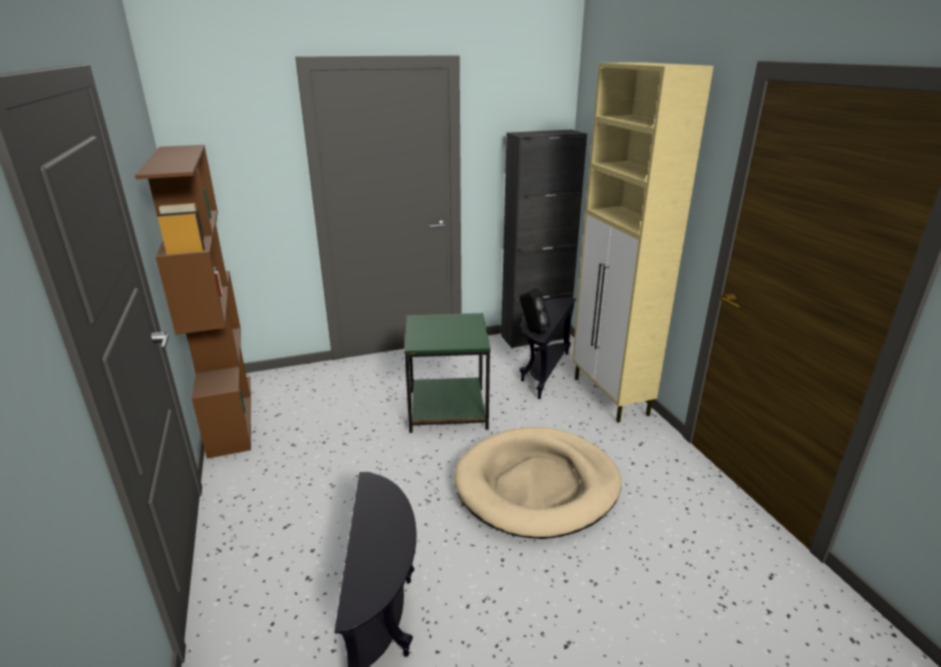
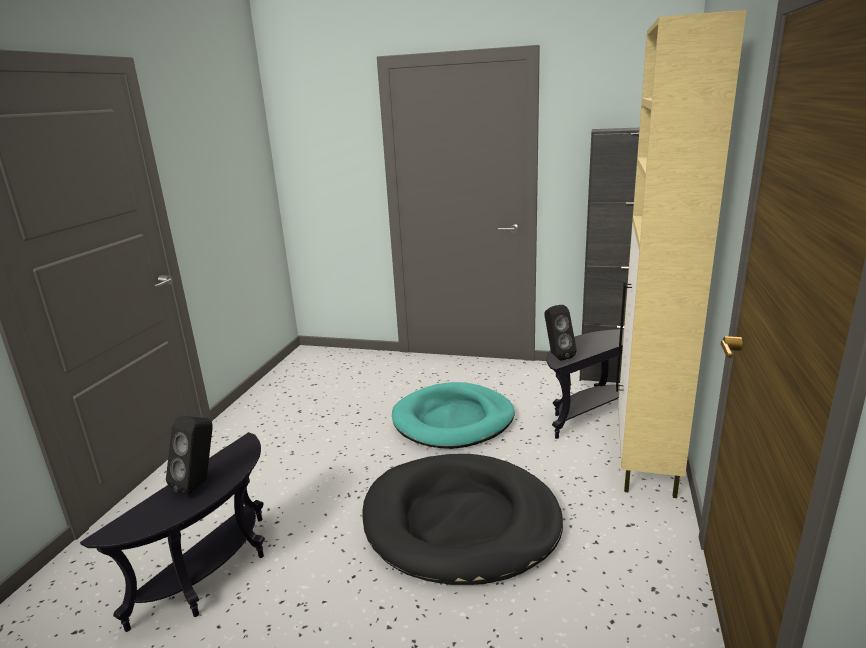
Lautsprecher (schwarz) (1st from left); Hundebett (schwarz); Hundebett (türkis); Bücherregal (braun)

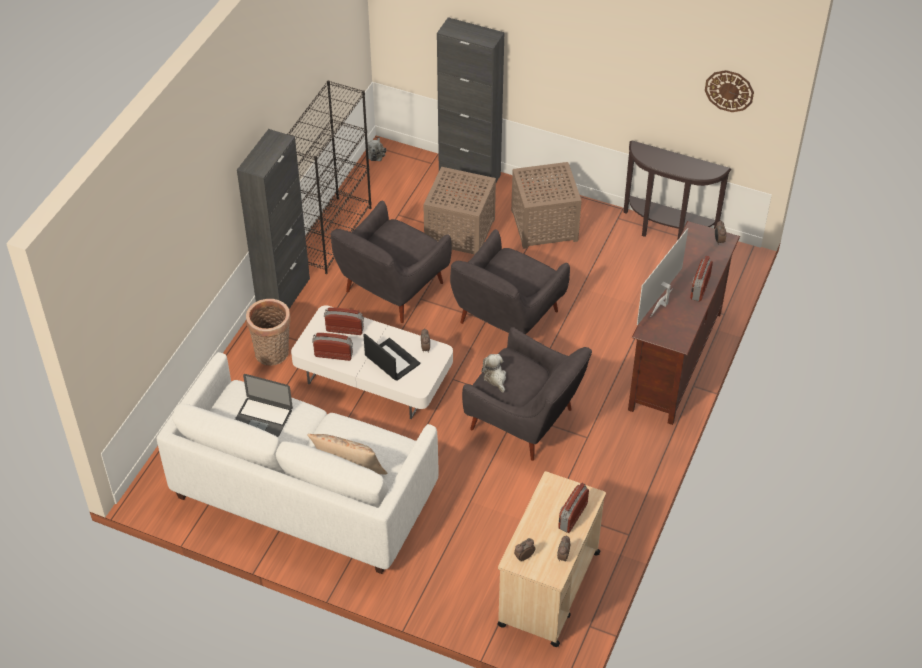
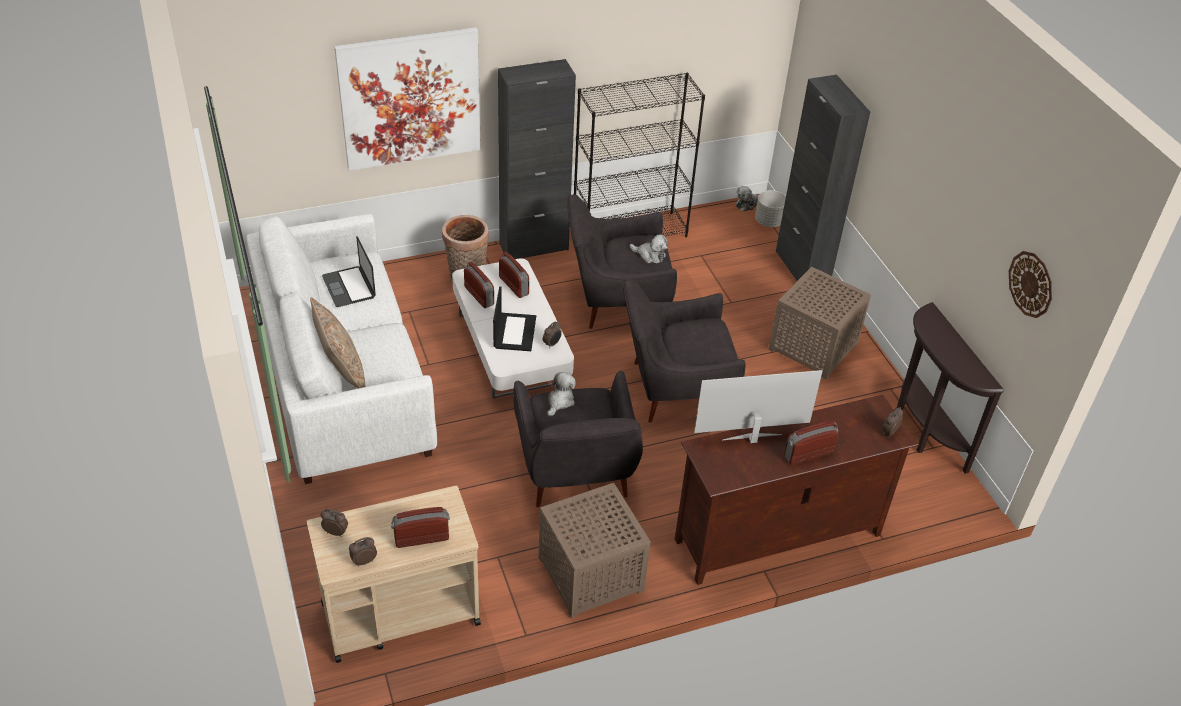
Bild; Beistelltisch (braun) (1st from left); Plüschtier (2nd from left); Pflanzkübel (grau)

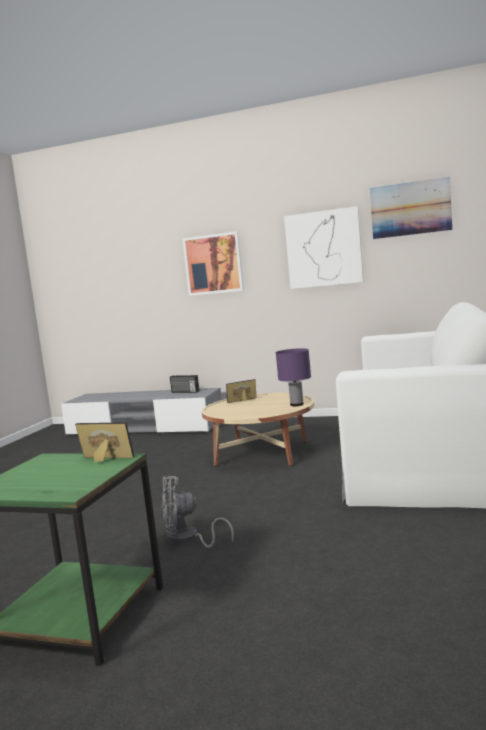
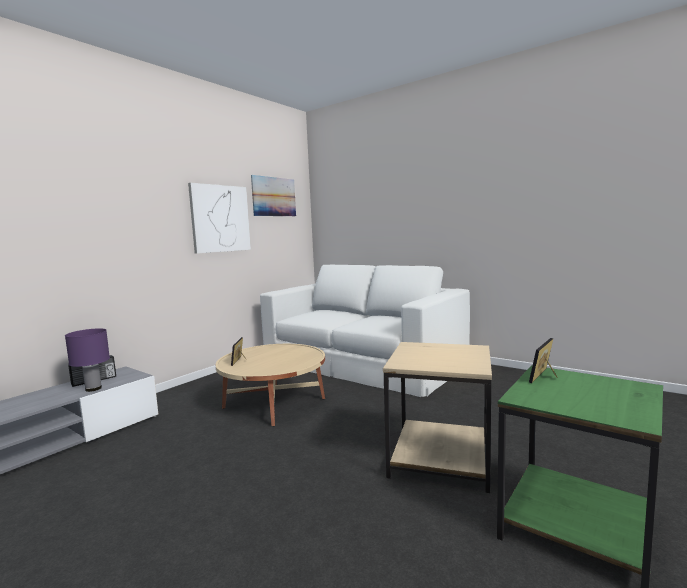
Tischlampe (lila); Beistelltisch (beige); Bild (1st from left in the first image)

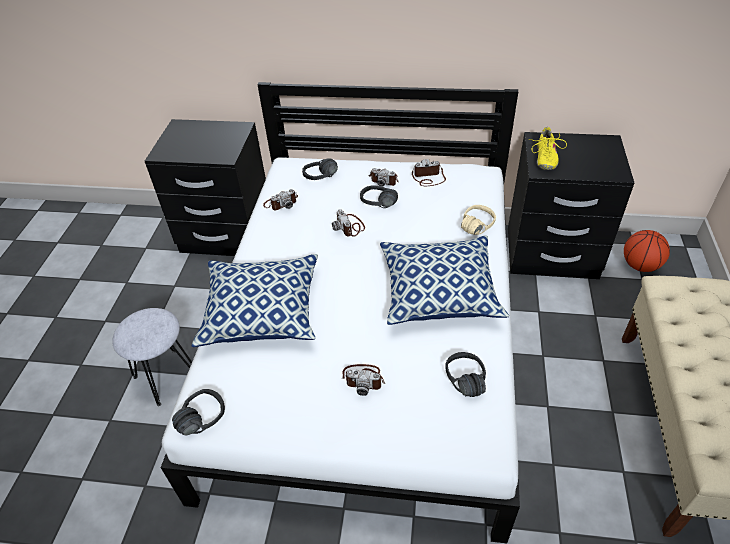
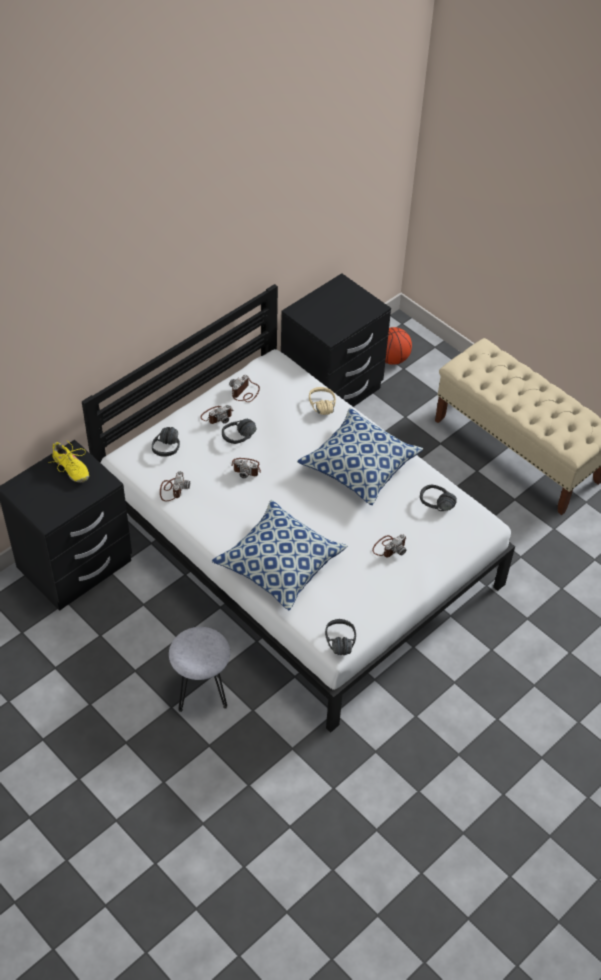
Schuh (gelb)

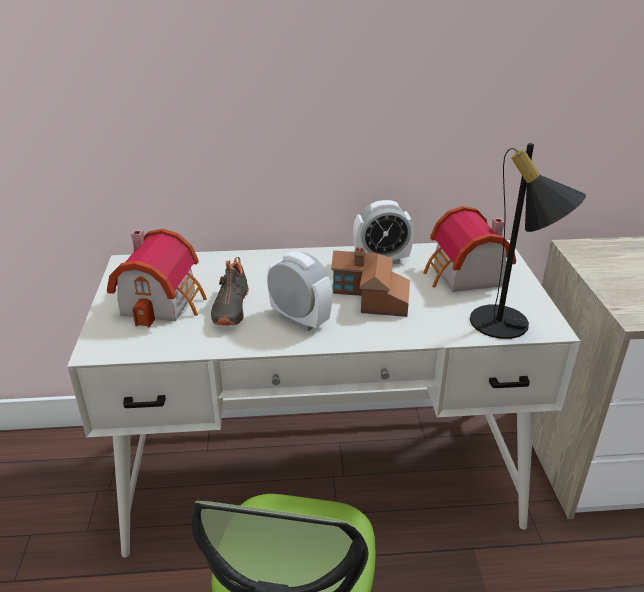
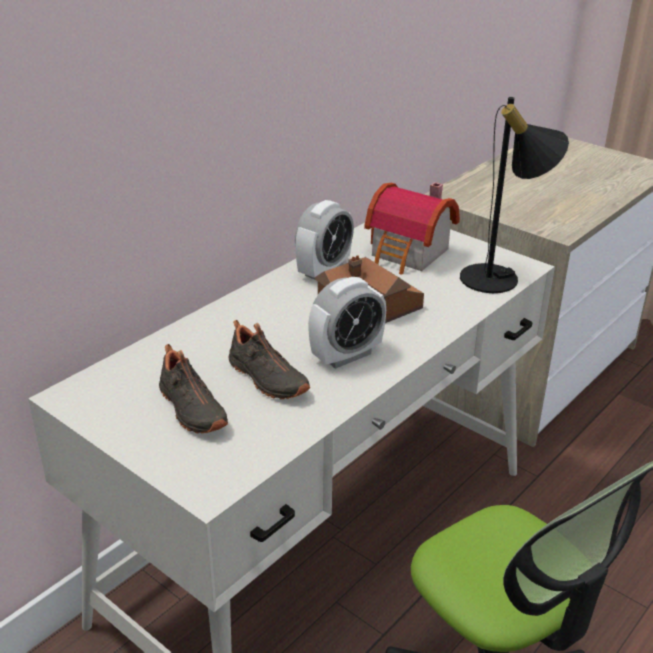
Schuh (schwarz) (1st from left); Wecker (2nd from left)

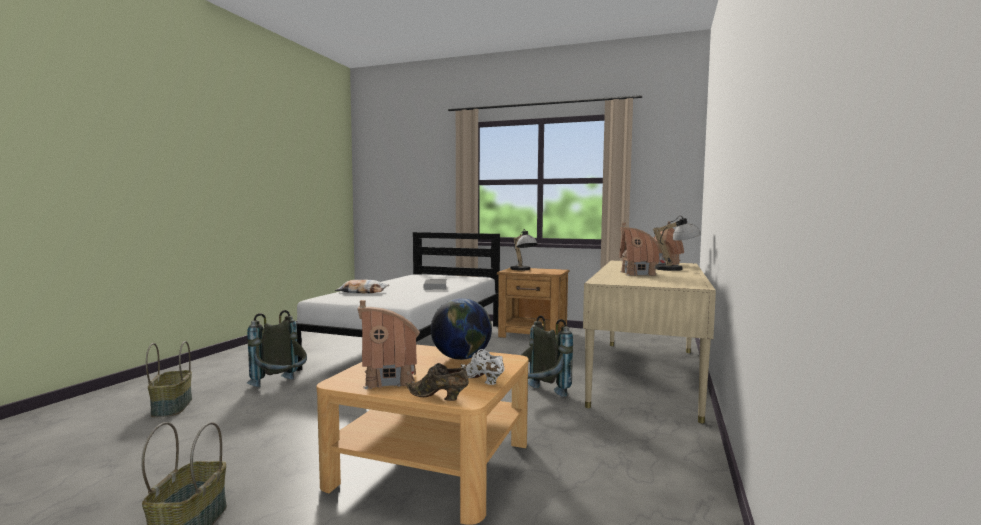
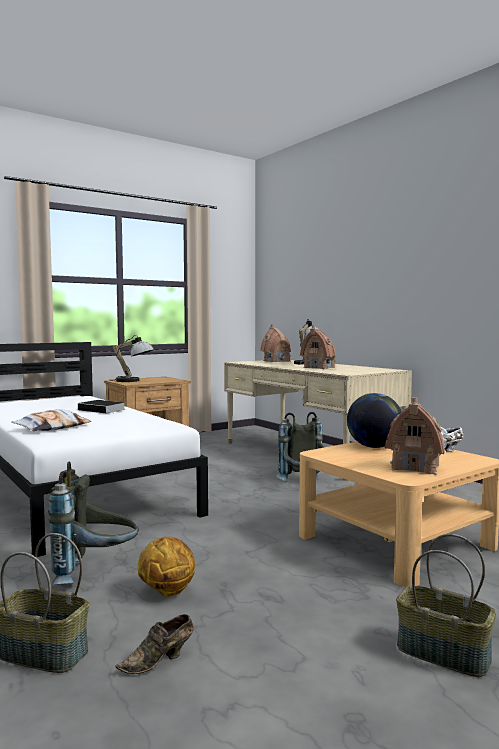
Schuh (braun); Basketball

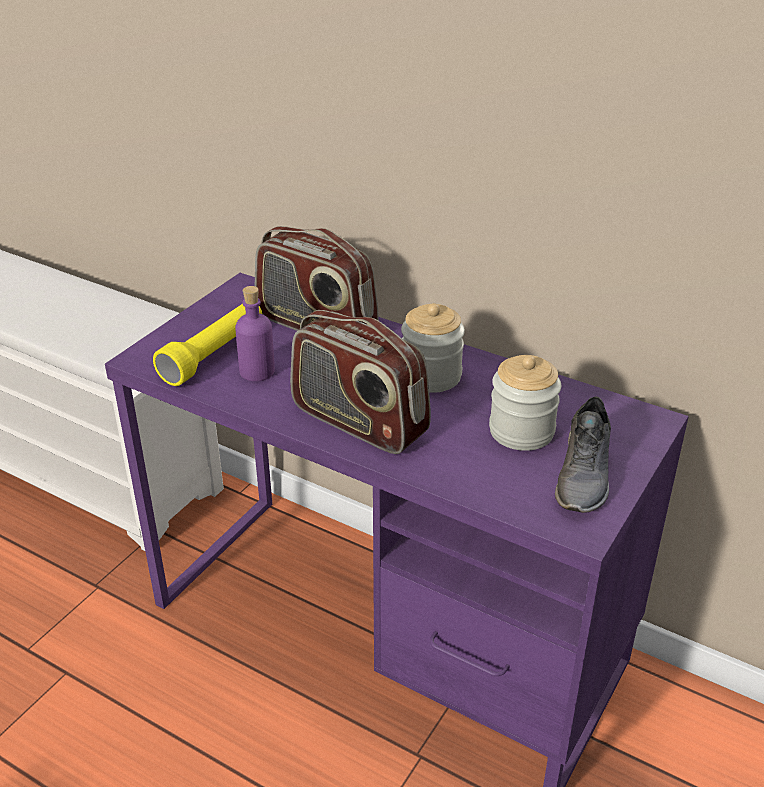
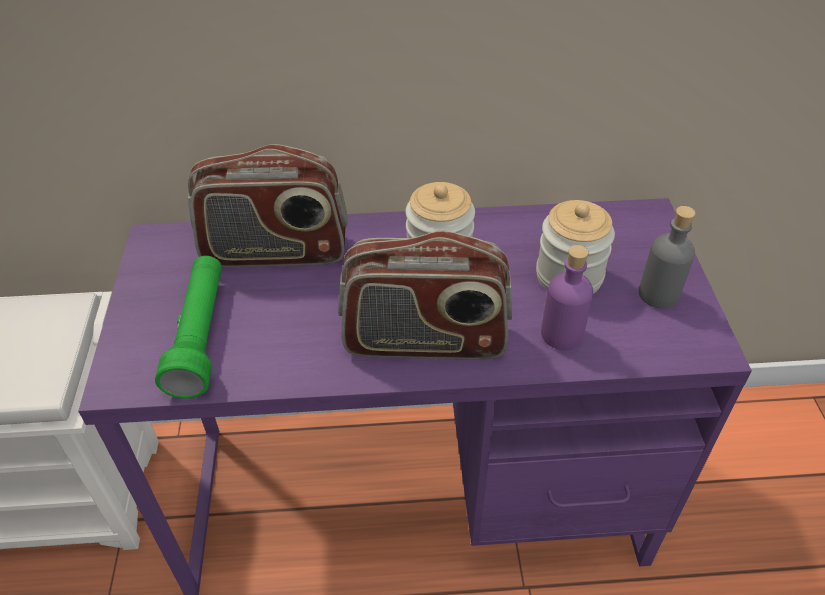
Taschenlampe (grün); Flasche (lila); Flasche (grau)

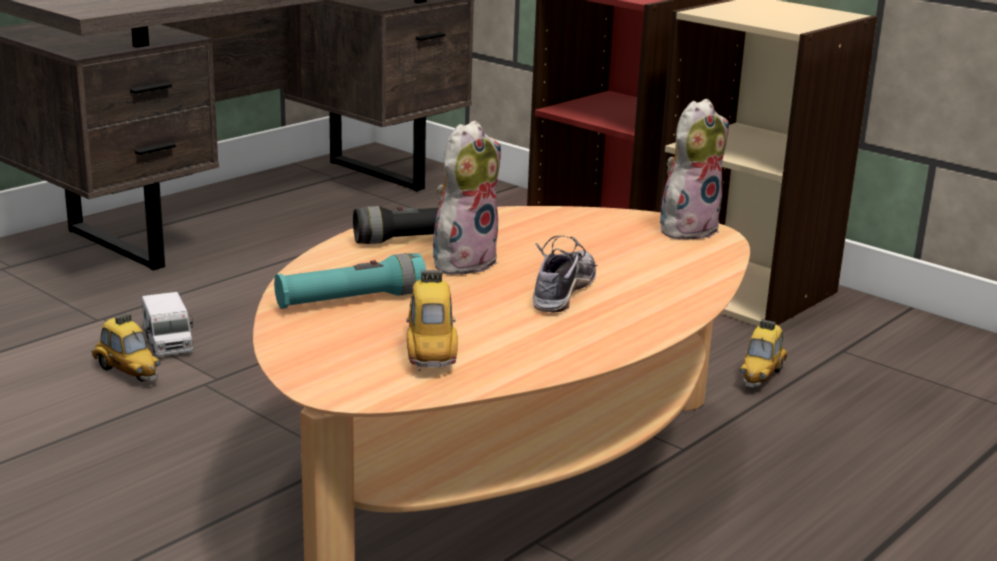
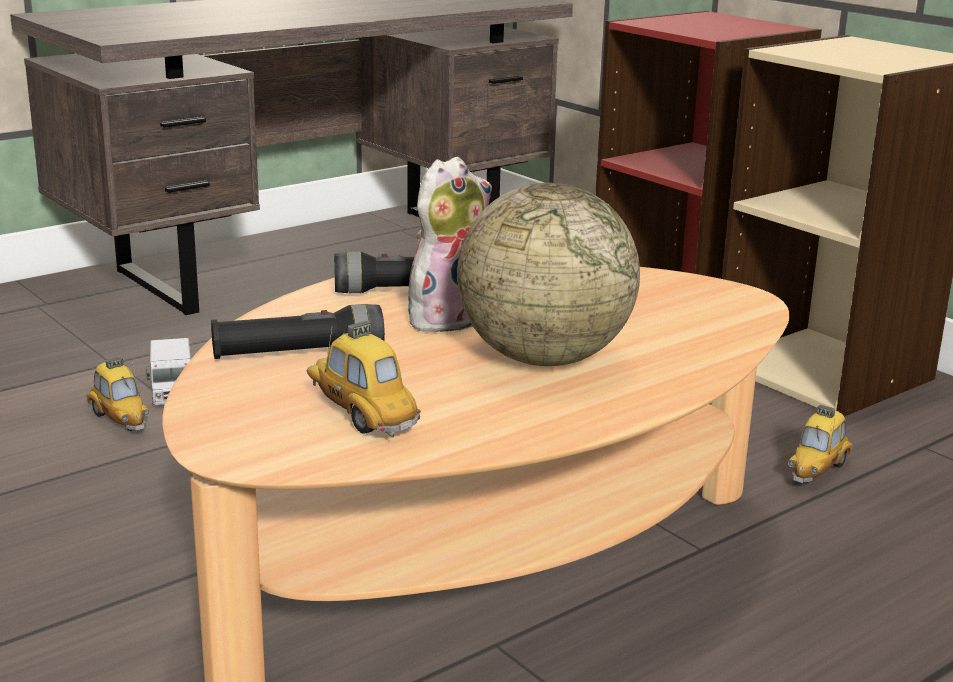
Taschenlampe (schwarz) (1st from left); Spielzeugauto (2nd from left); Globus; Plüschtier (2nd from left in the first image)

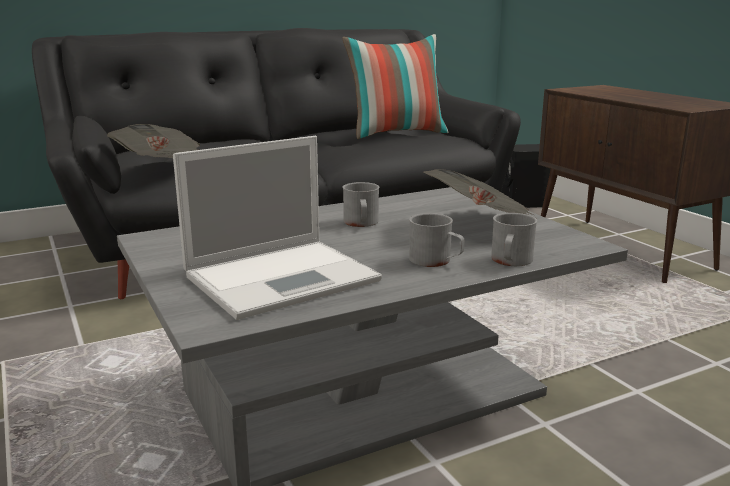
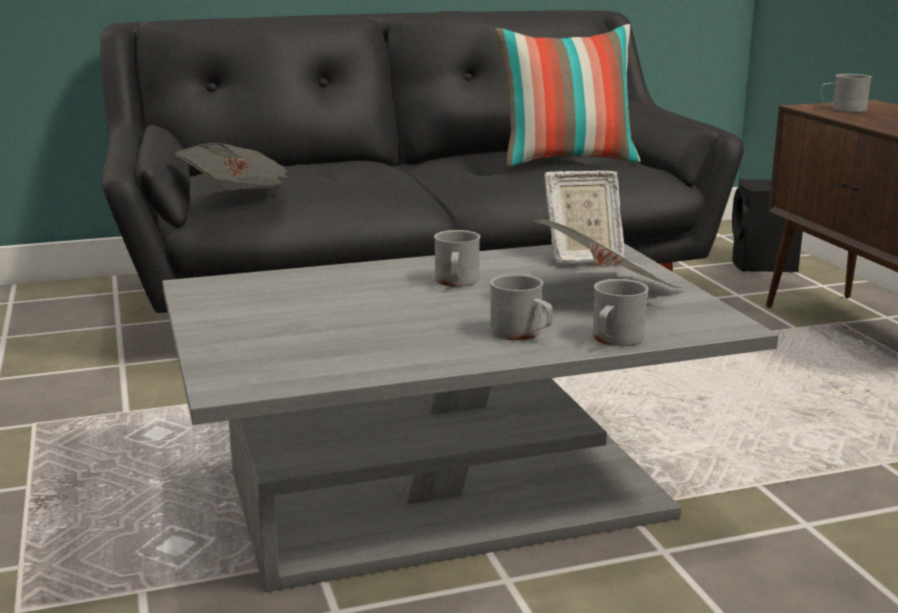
Bilderrahmen; Henkelbecher (grau) (4th from left); Laptop

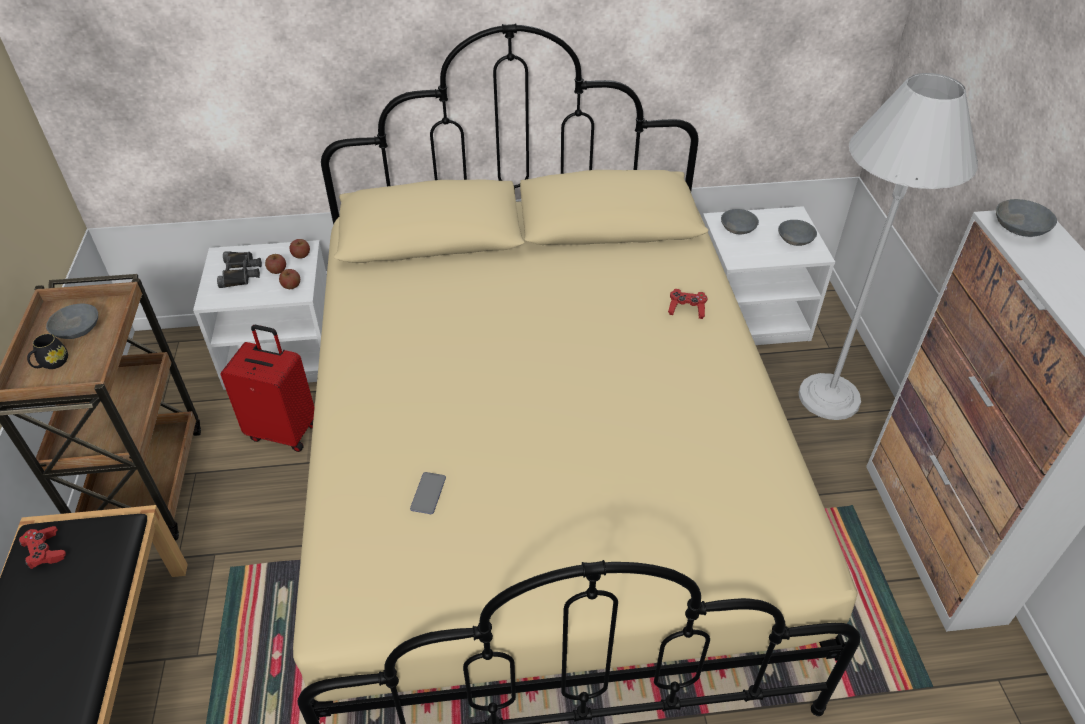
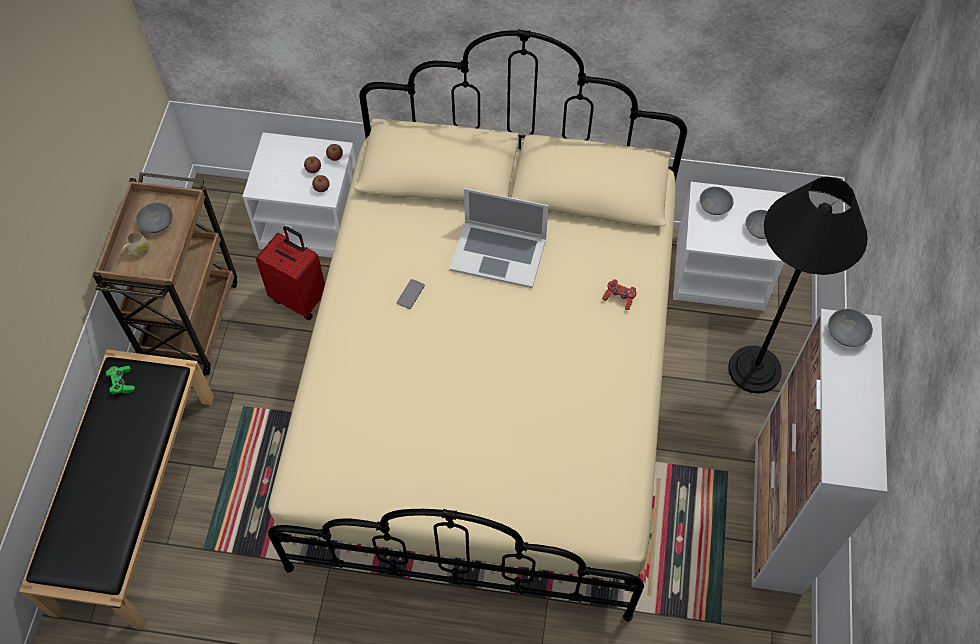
Gamepad (grün); Henkelbecher (beige); Handy; Laptop; Stehlampe (schwarz); Fernglas (schwarz)

